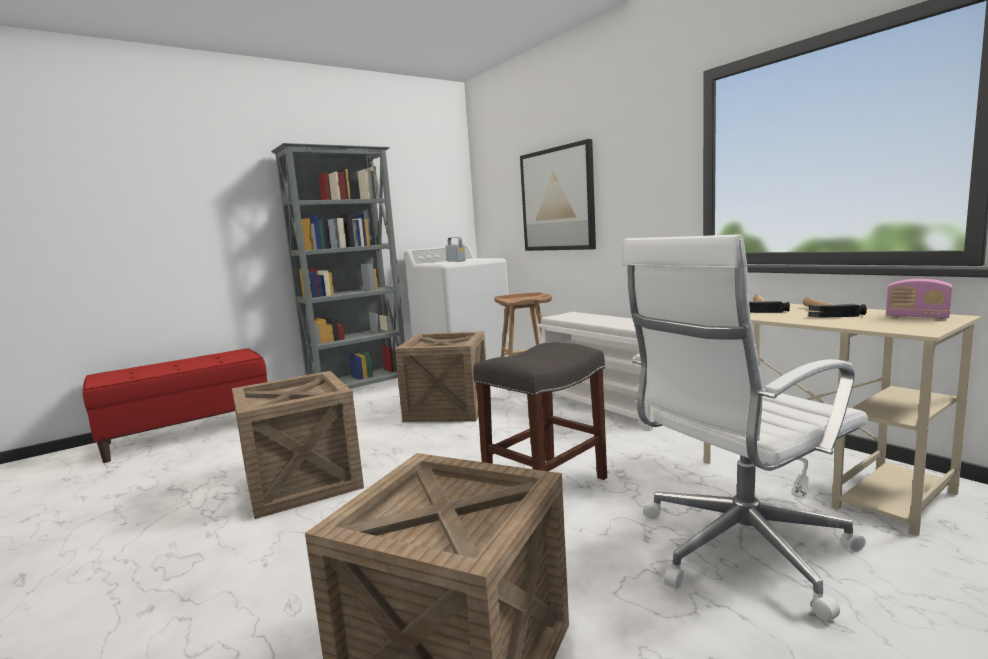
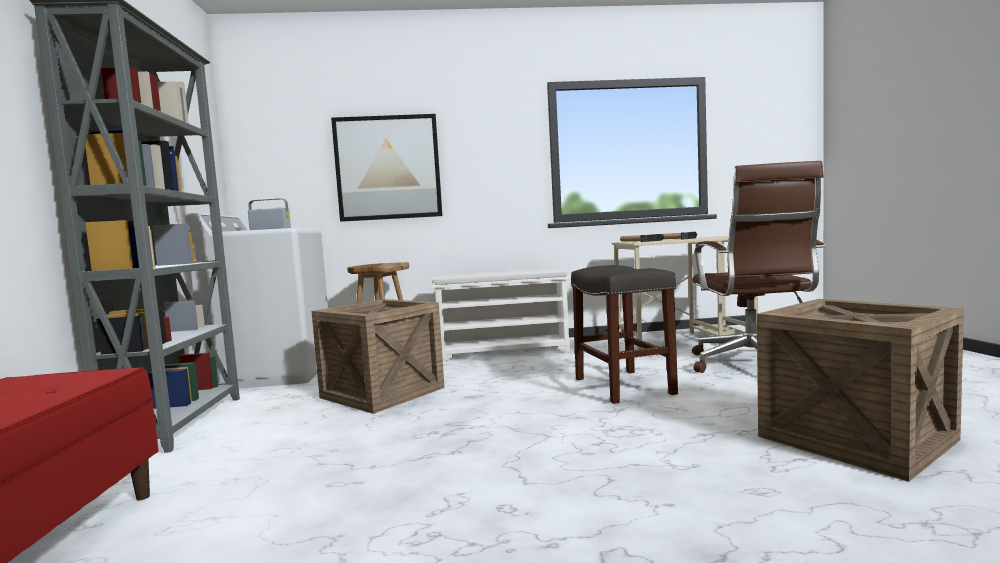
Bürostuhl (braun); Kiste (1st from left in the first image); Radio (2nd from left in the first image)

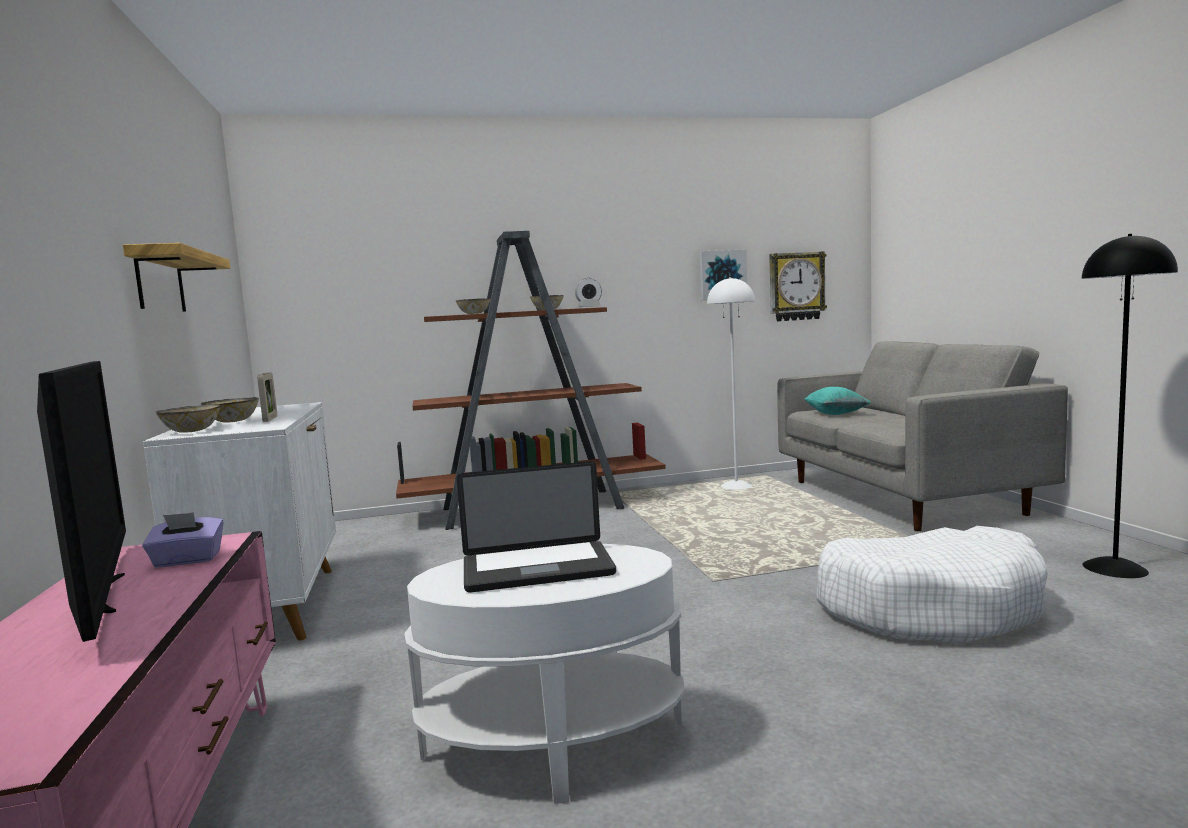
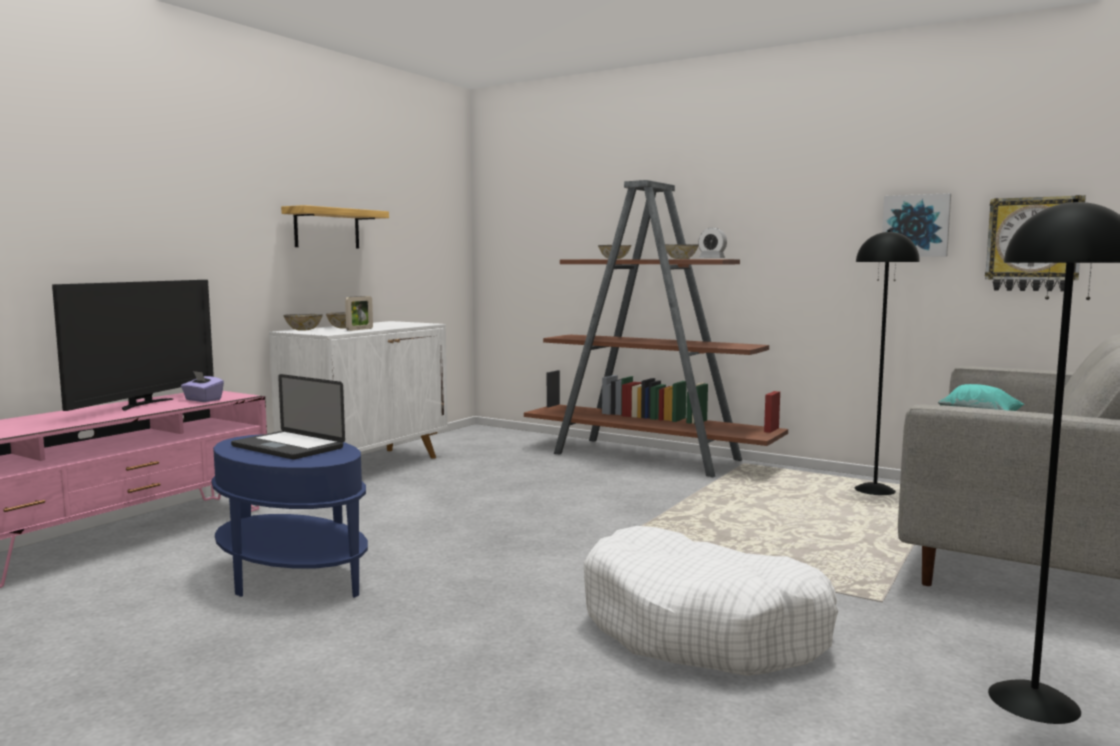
Beistelltisch (blau); Stehlampe (schwarz) (1st from left)

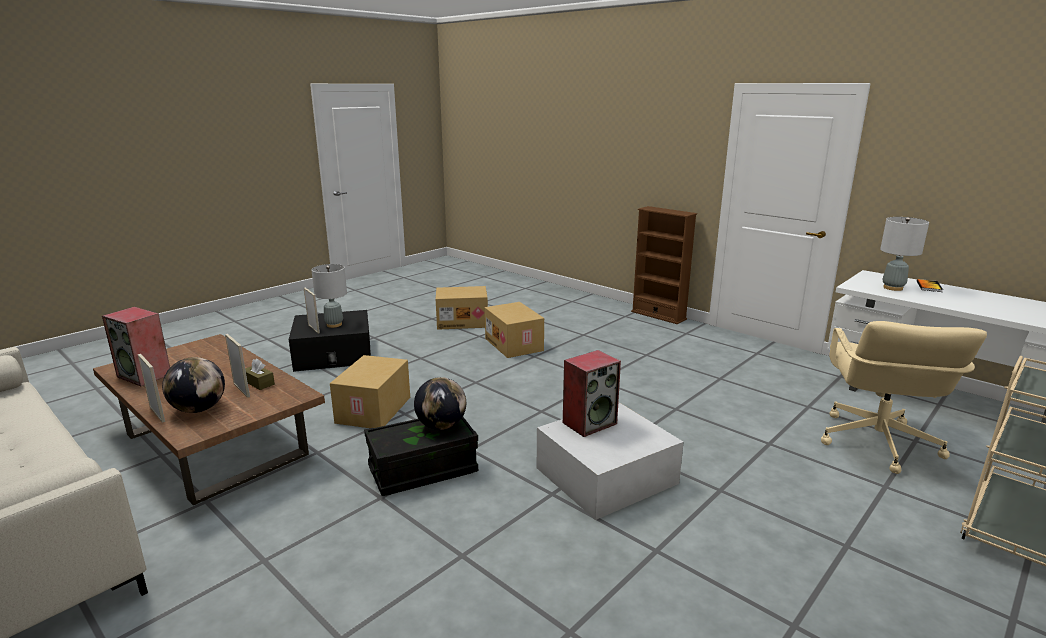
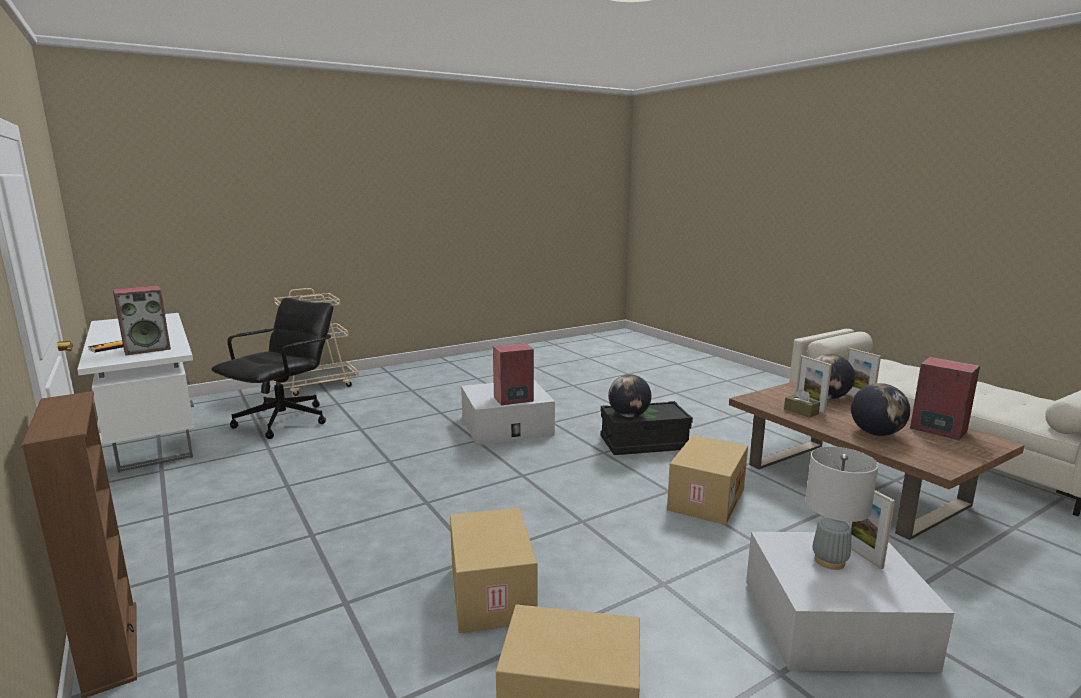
Lautsprecher (1st from left); Bürostuhl (schwarz); Aufbewahrungsbox (weiß) (2nd from left); Globus (3rd from left)

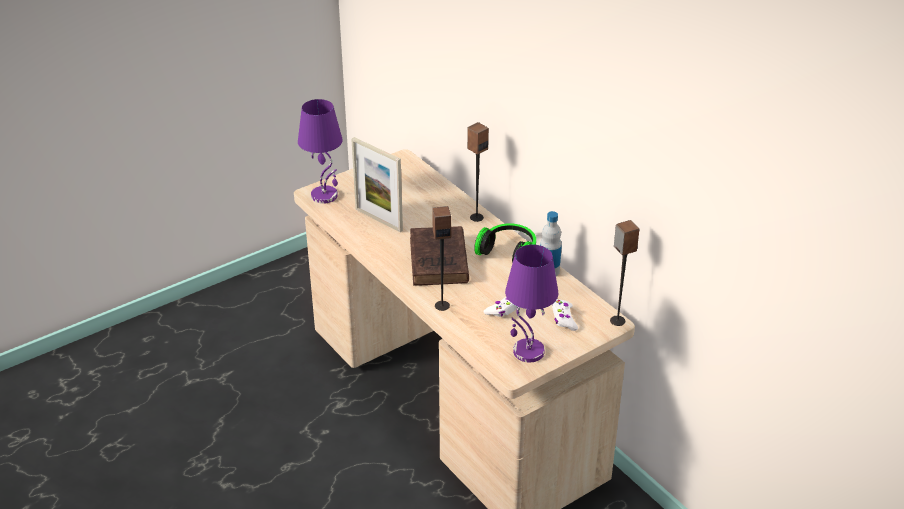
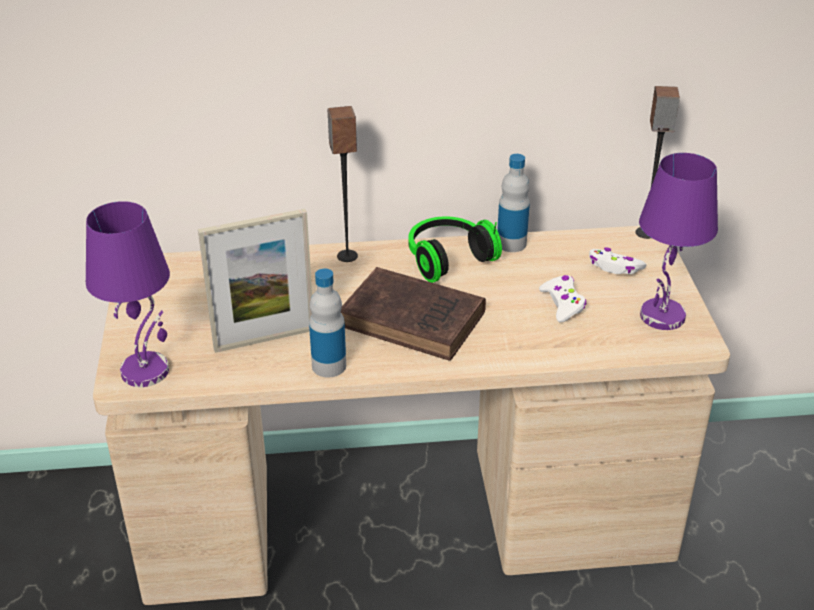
Flasche (1st from left); Lautsprecher (1st from left in the first image)

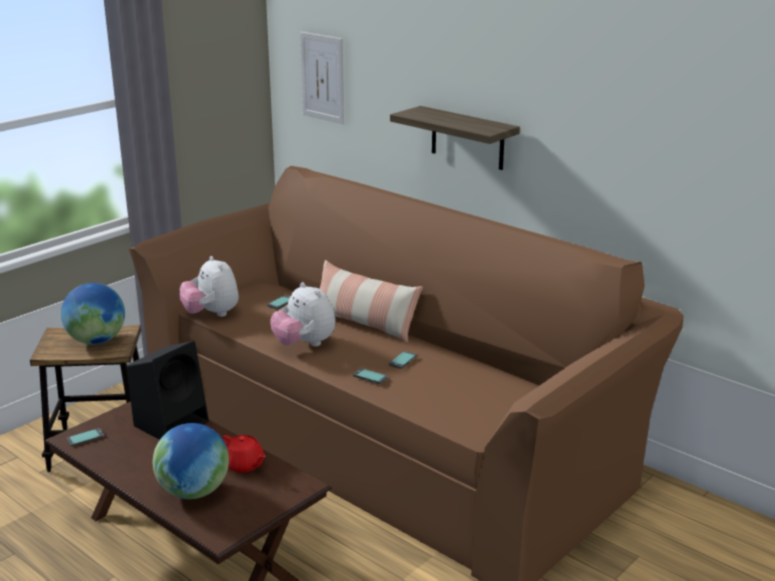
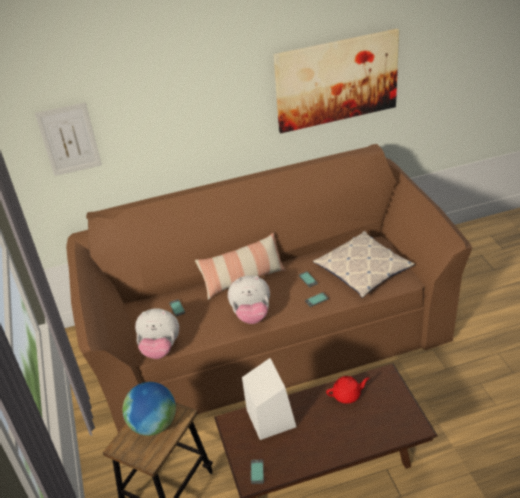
Lautsprecher (weiß); Bild (2nd from left); Kissen (2nd from left); Globus (2nd from left in the first image); Wandregal

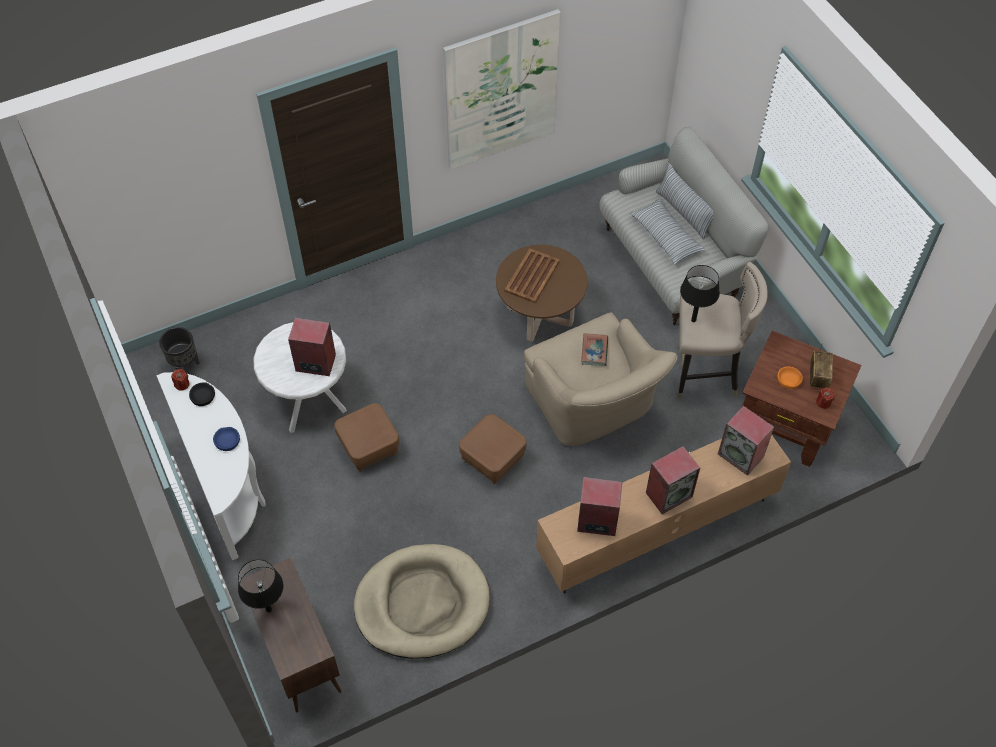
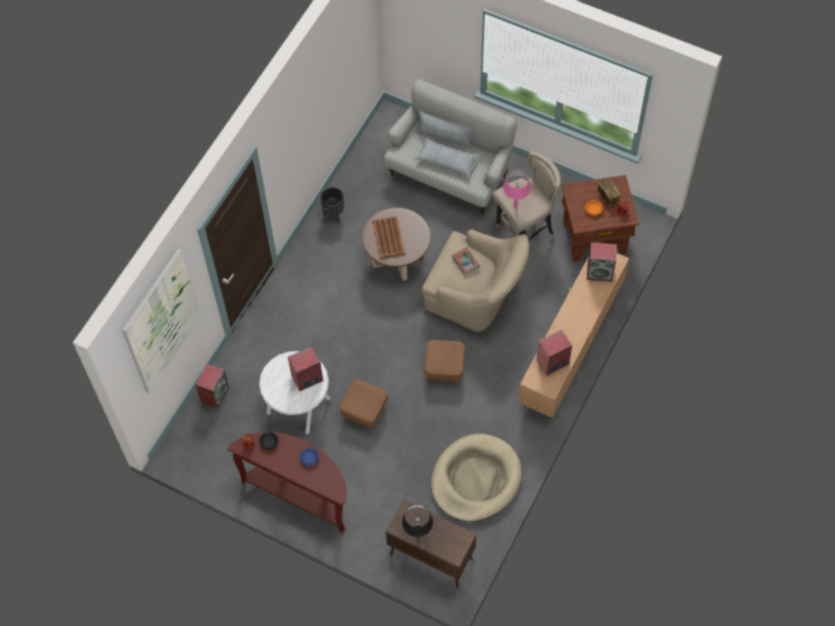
Bild; Lautsprecher (1st from left); Konsolentisch (braun); Pflanzkübel (schwarz); Tischlampe (rosa)

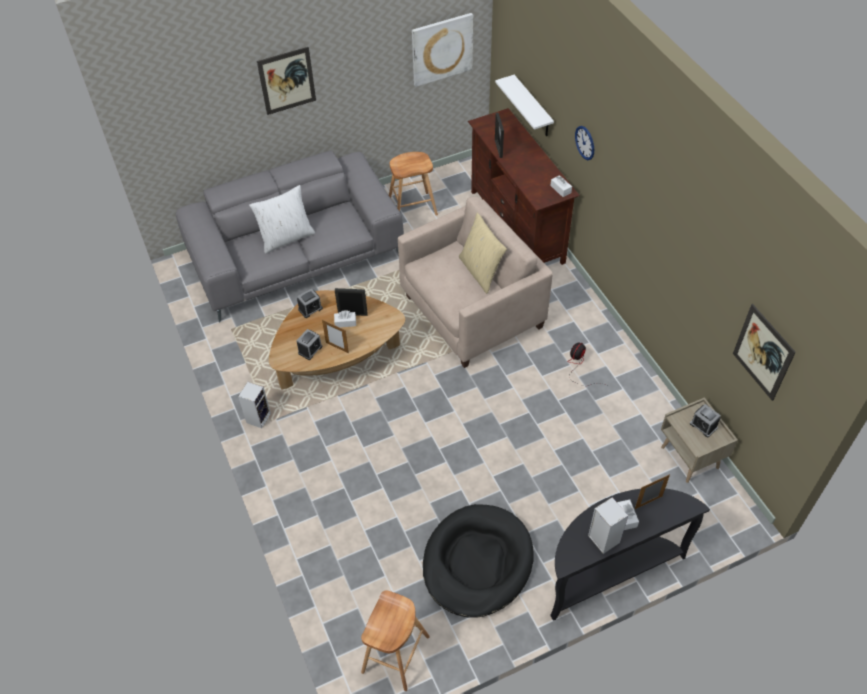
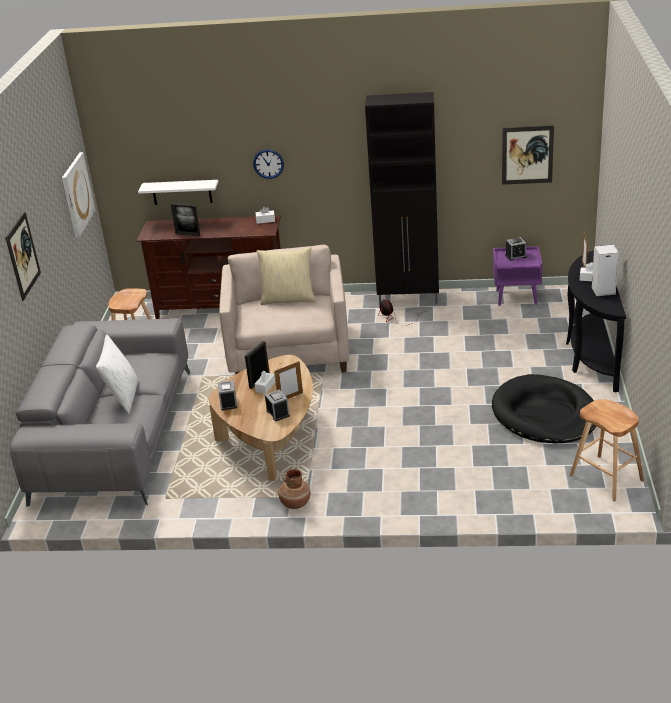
Vase (braun); Schrank (schwarz); Nachttisch (lila)

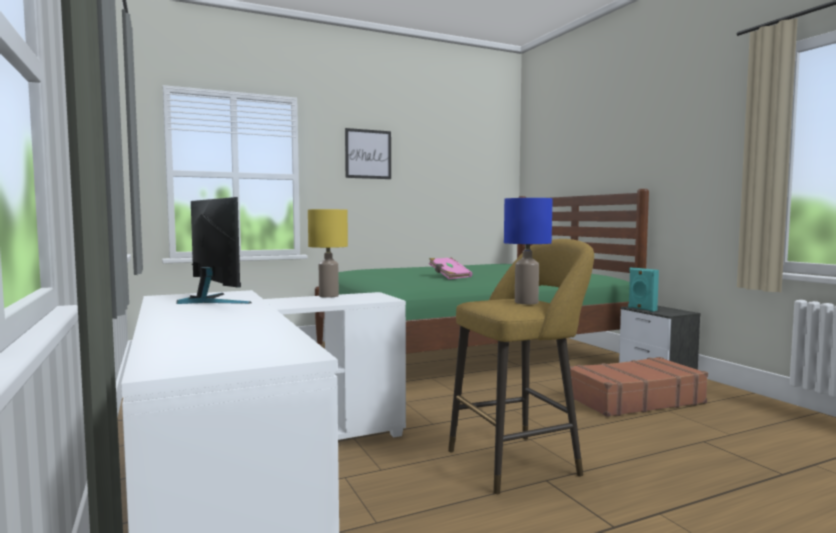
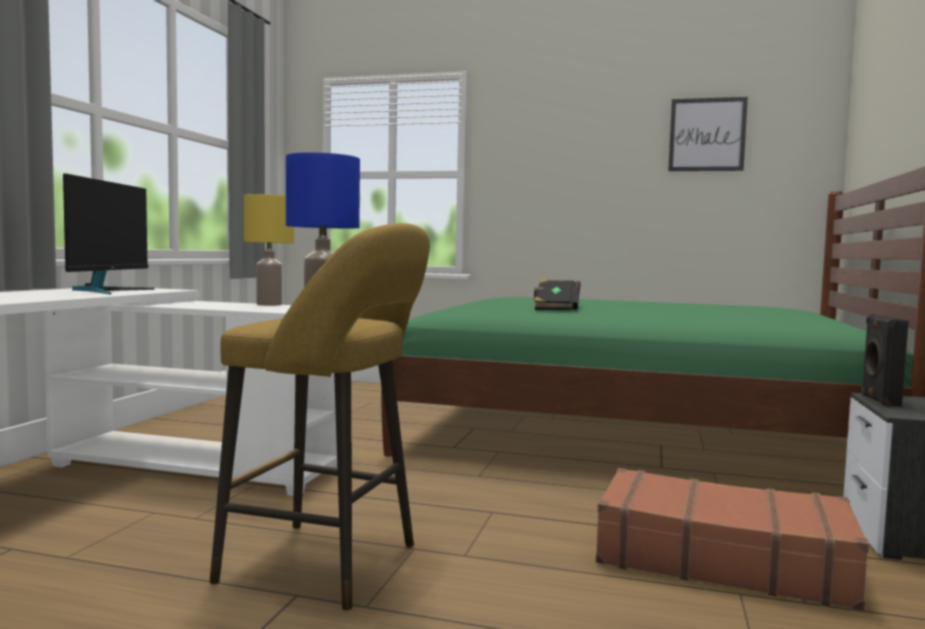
Buch (schwarz); Bild; Lautsprecher (schwarz)

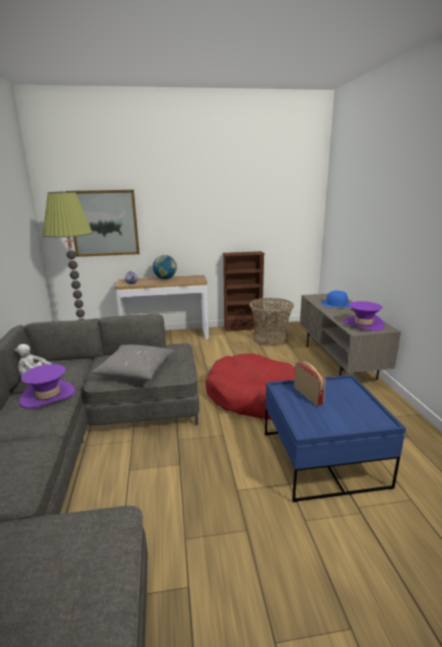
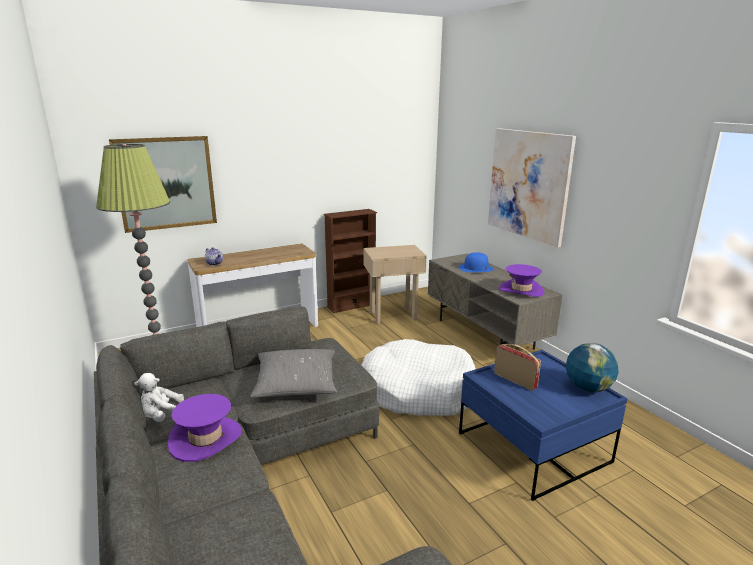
Hundebett (weiß); Beistelltisch (beige); Bild (2nd from left); Globus

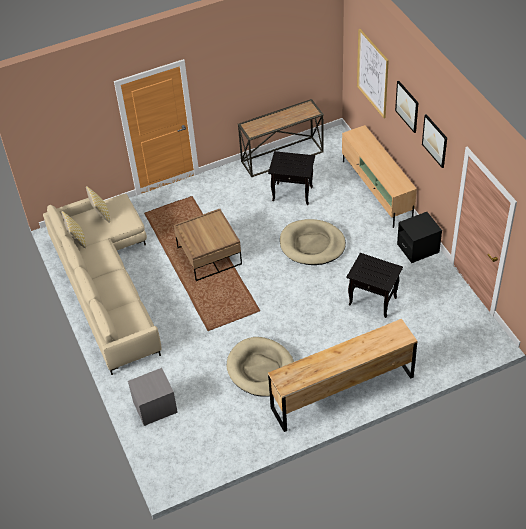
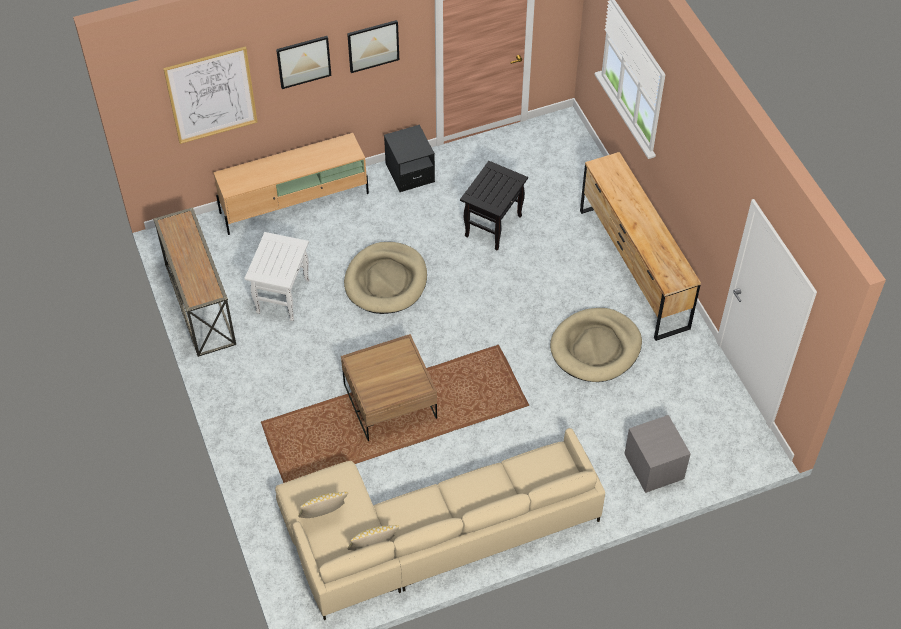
Beistelltisch (weiß)

